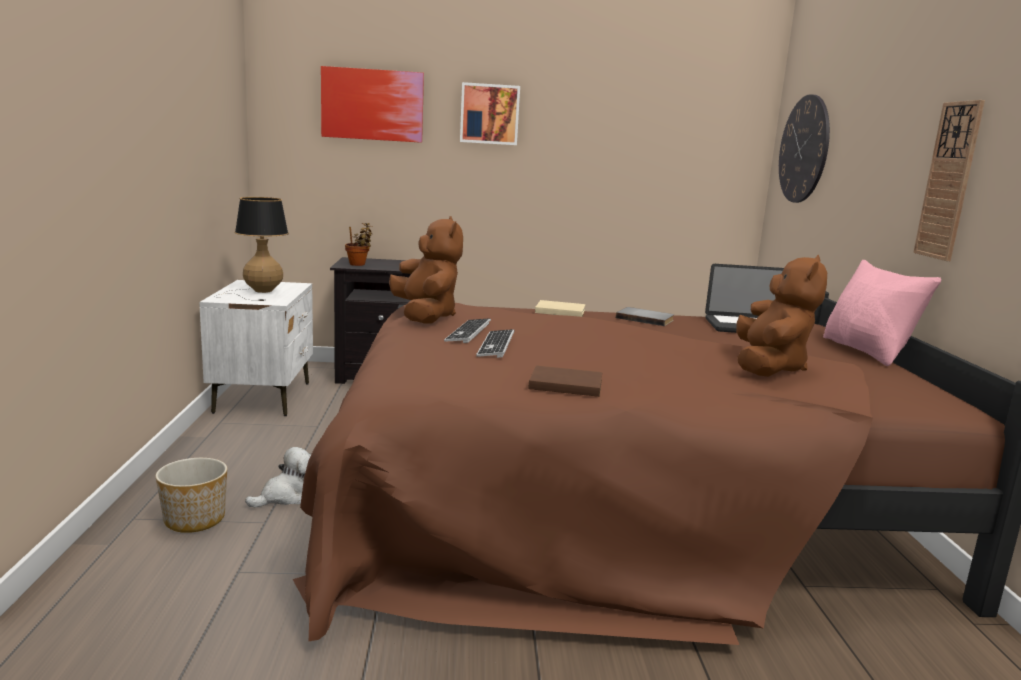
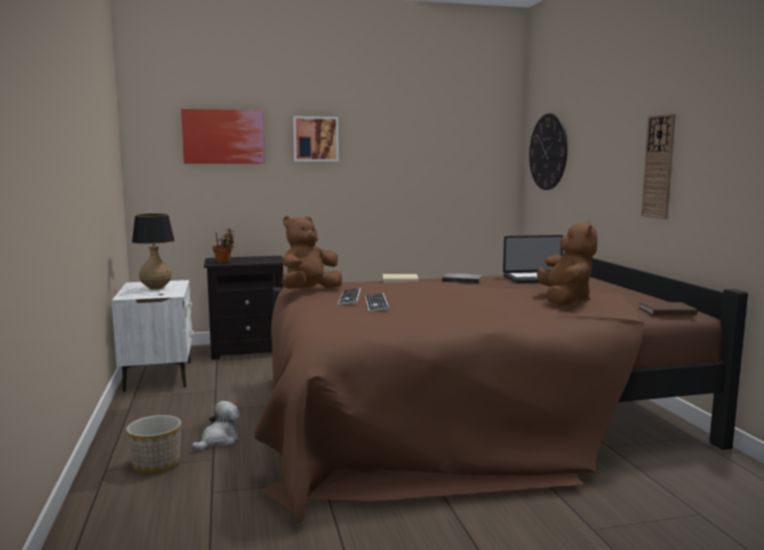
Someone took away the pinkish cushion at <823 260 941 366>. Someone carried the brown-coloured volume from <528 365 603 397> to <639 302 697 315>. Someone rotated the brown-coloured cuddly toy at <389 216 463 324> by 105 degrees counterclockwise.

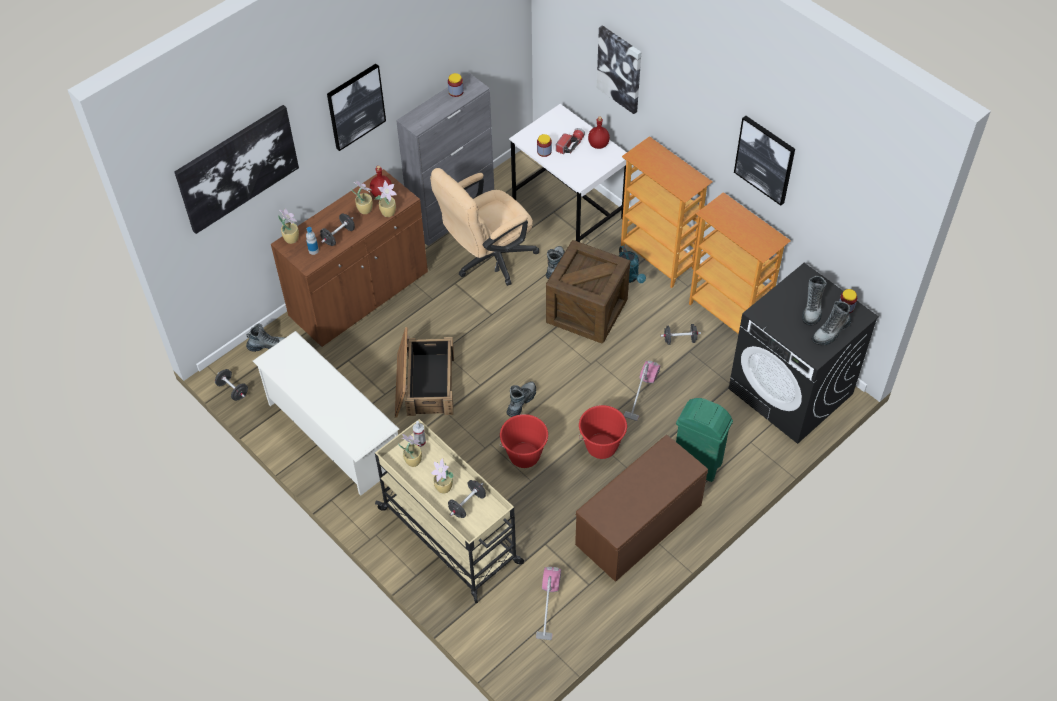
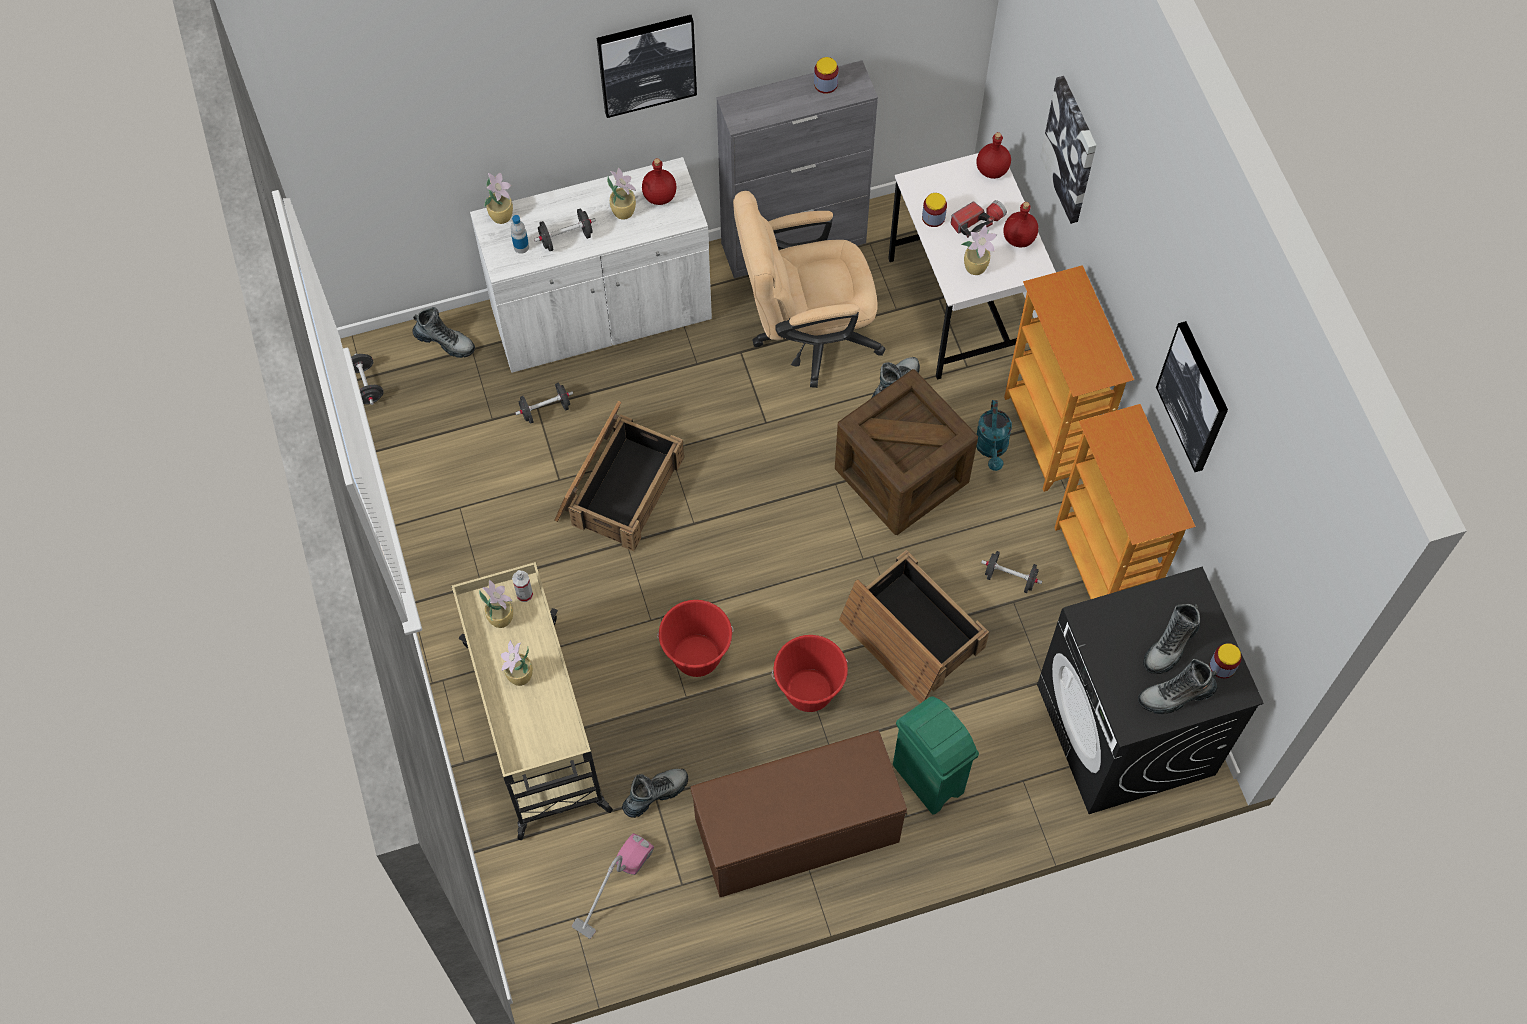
Someone took away the wall picture at <174 105 299 234>. Someone took away the whitish shoe stand at <253 331 399 496>. Someone put down the red-coloured beverage bottle at <976 132 1011 179>. Someone carried the houseplant from <375 181 397 217> to <961 225 997 275>. Someone carried the blackish free weight from <448 480 486 518> to <515 383 573 424>. Someone carried the tall boot from <506 382 536 417> to <622 769 688 818>. Someone swapped the vacuum at <624 361 660 421> for the crate at <839 550 989 703>. Someone repainted the brown-coloured cabinet at <271 169 428 347>, which became the whitish cabinet at <470 157 712 373>.

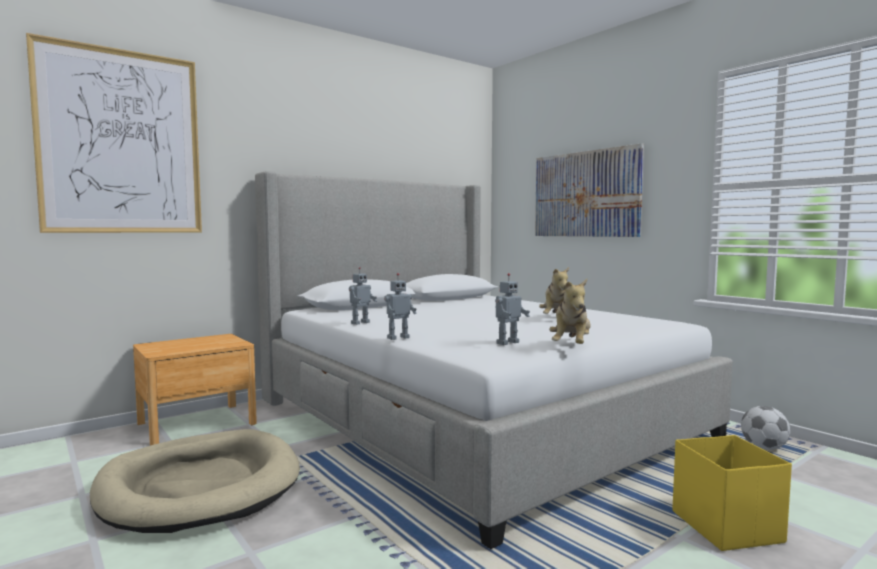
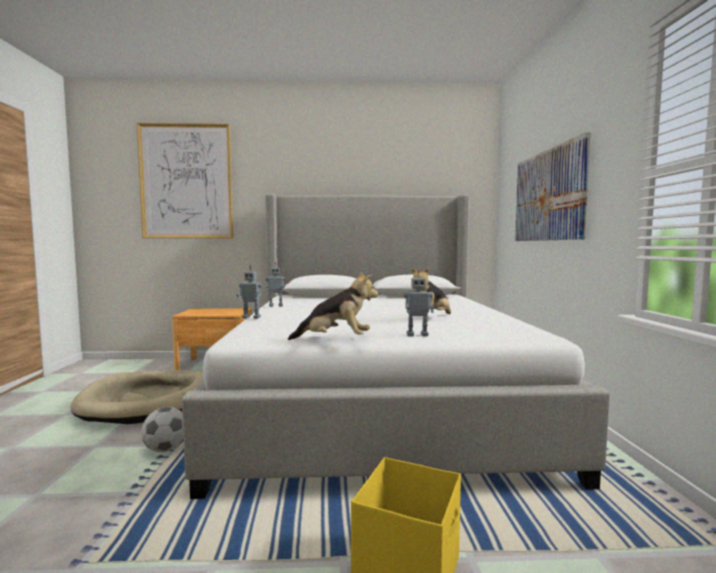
Someone carried the model robot from <495 273 530 345> to <404 270 434 336>. Someone carried the ball for football from <741 406 790 450> to <141 407 184 452>. Someone rotated the cuddly toy at <549 279 591 344> by 135 degrees counterclockwise.

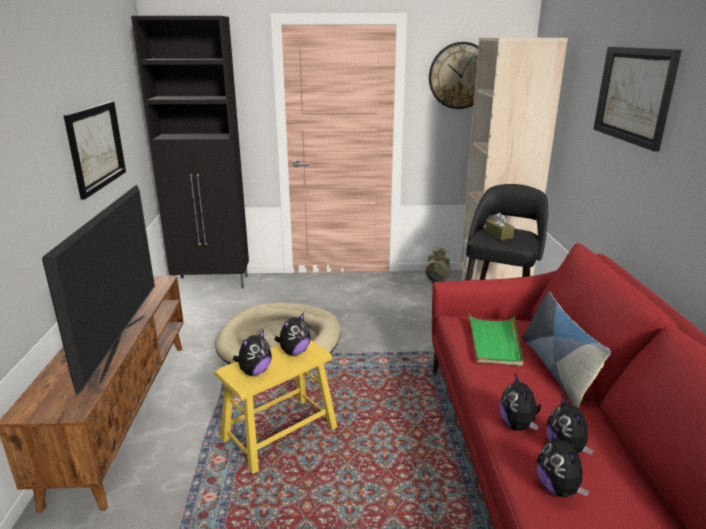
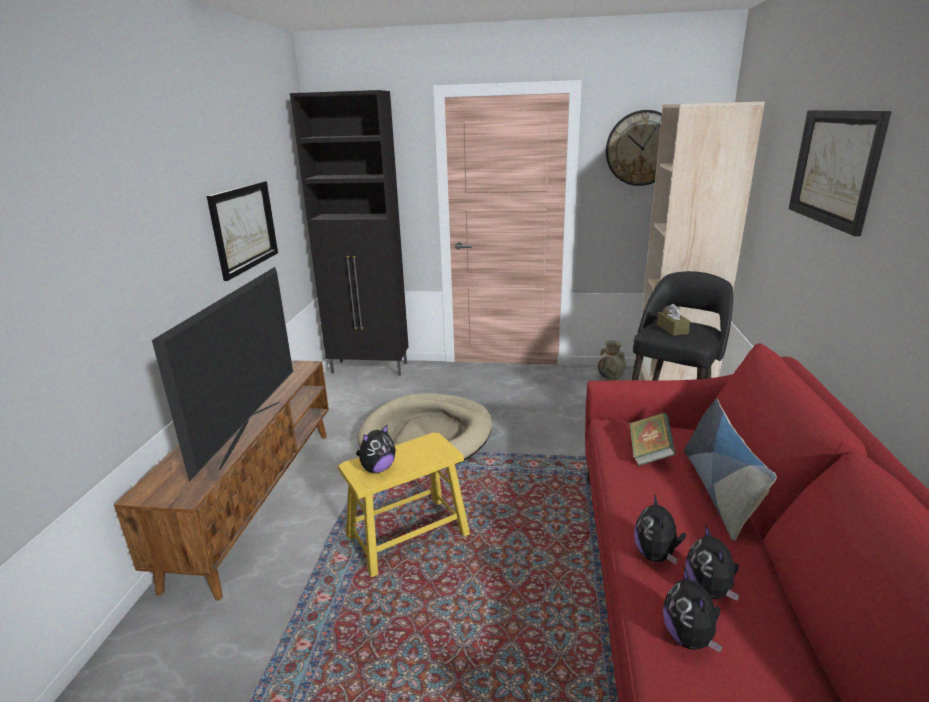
Someone took away the cuddly toy at <274 313 311 355>. Someone swapped the green-coloured serving tray at <469 314 523 366> for the volume at <629 413 676 466>.

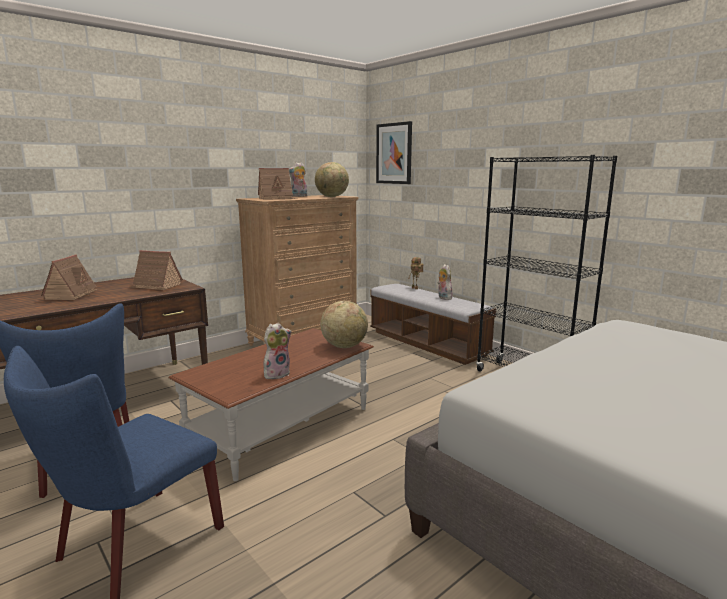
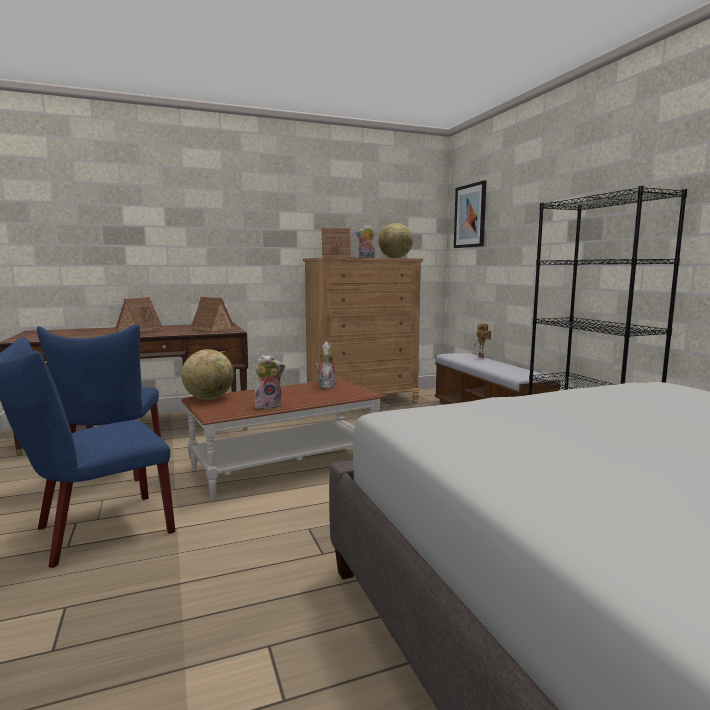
Someone carried the globe from <320 301 368 348> to <181 349 234 400>. Someone carried the cuddly toy from <438 264 453 300> to <315 341 336 389>.

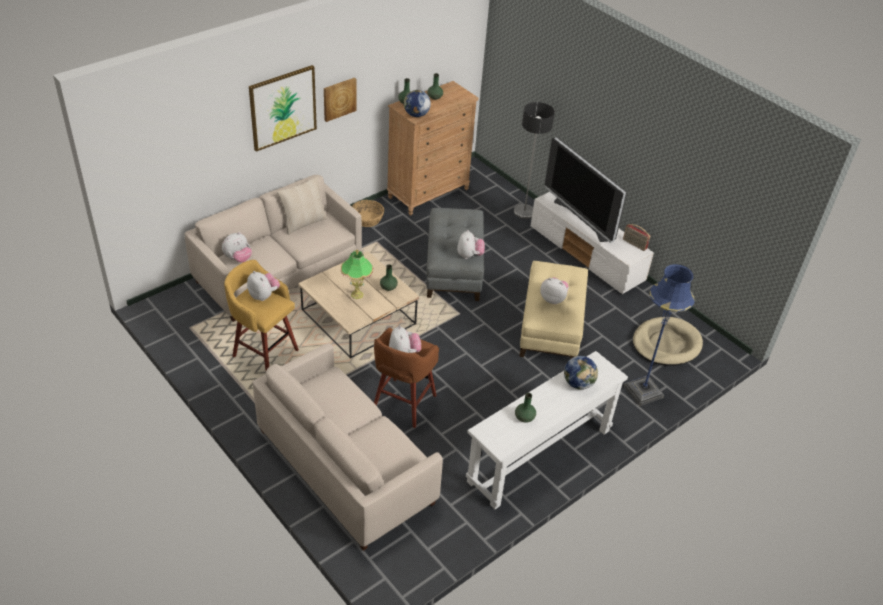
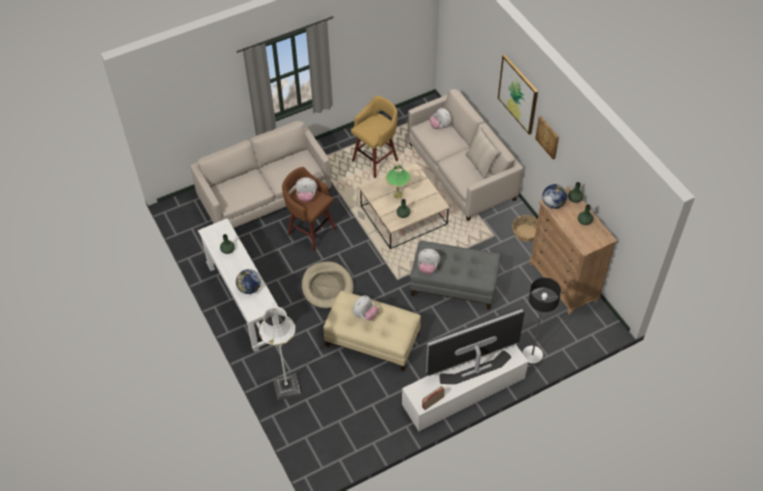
Someone took away the cuddly toy at <247 271 280 301>. Someone carried the beige-coloured dog bed from <633 317 703 366> to <302 262 354 309>. Someone repainted the bluish standard lamp at <624 264 695 406>, which became the whitish standard lamp at <259 307 301 400>.

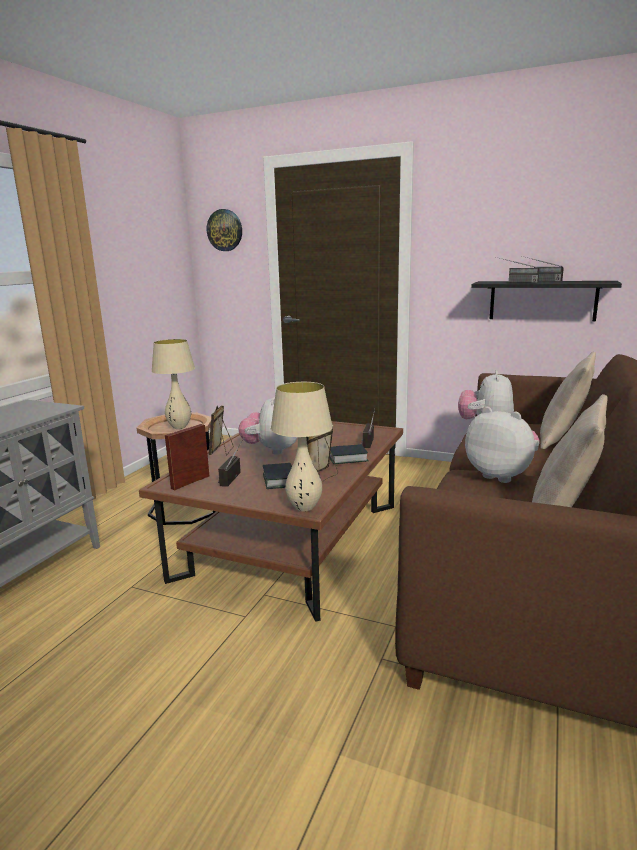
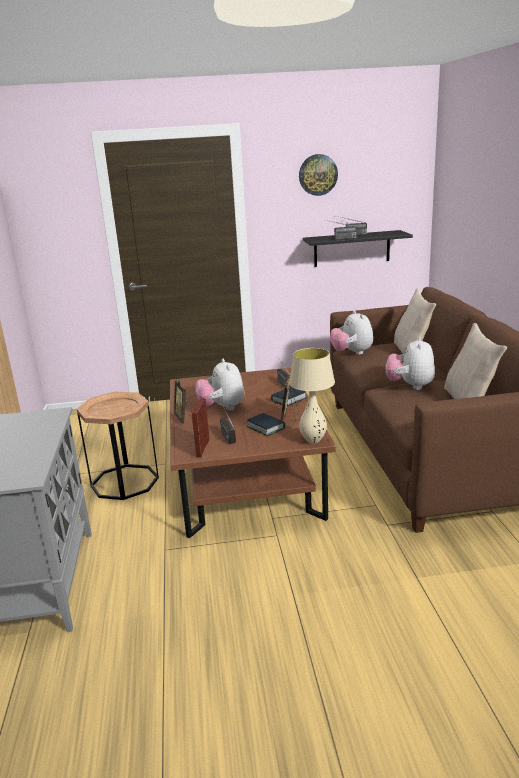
Someone took away the beige-coloured table lamp at <151 339 195 429>. Someone carried the wall clock from <207 209 242 251> to <299 154 338 196>. Someone rotated the cuddly toy at <465 406 540 483> by 90 degrees counterclockwise.

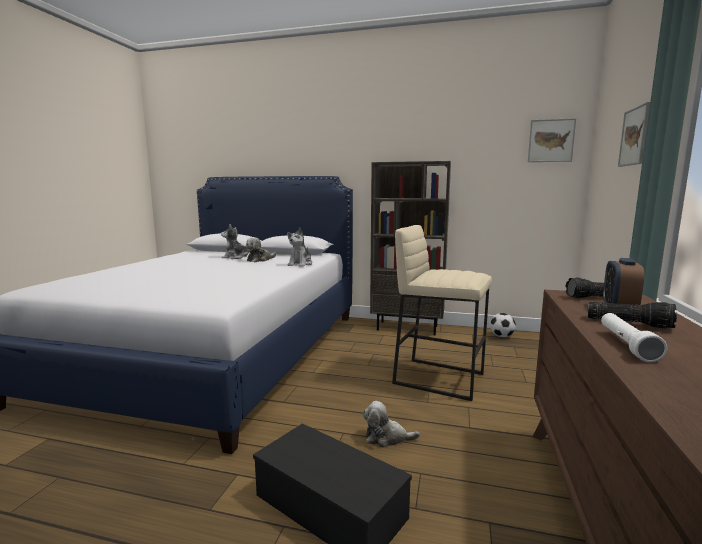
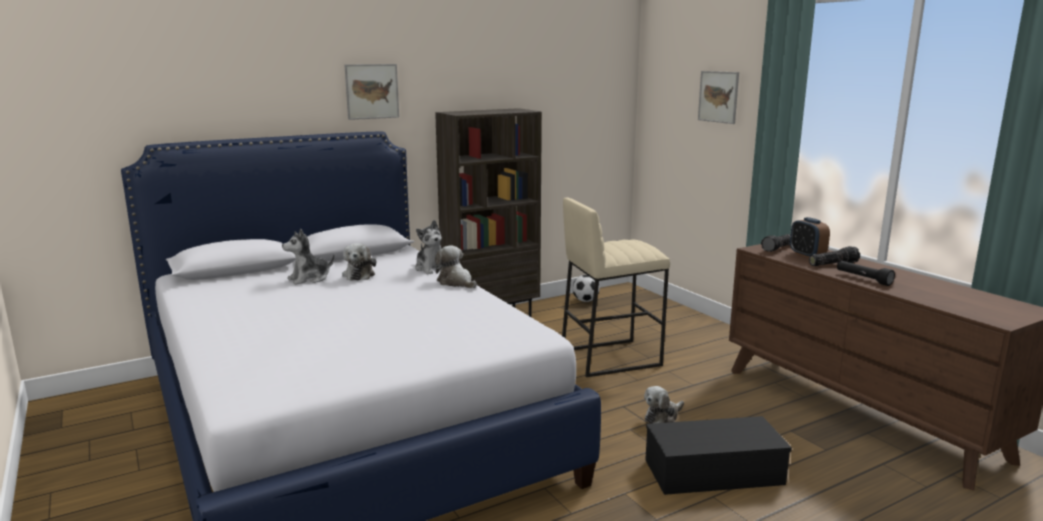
Someone put down the cuddly toy at <435 245 477 288>. Someone carried the wall picture from <528 118 576 162> to <345 64 399 120>. Someone repainted the whitish flashlight at <601 313 667 362>, which became the blackish flashlight at <837 261 895 286>.

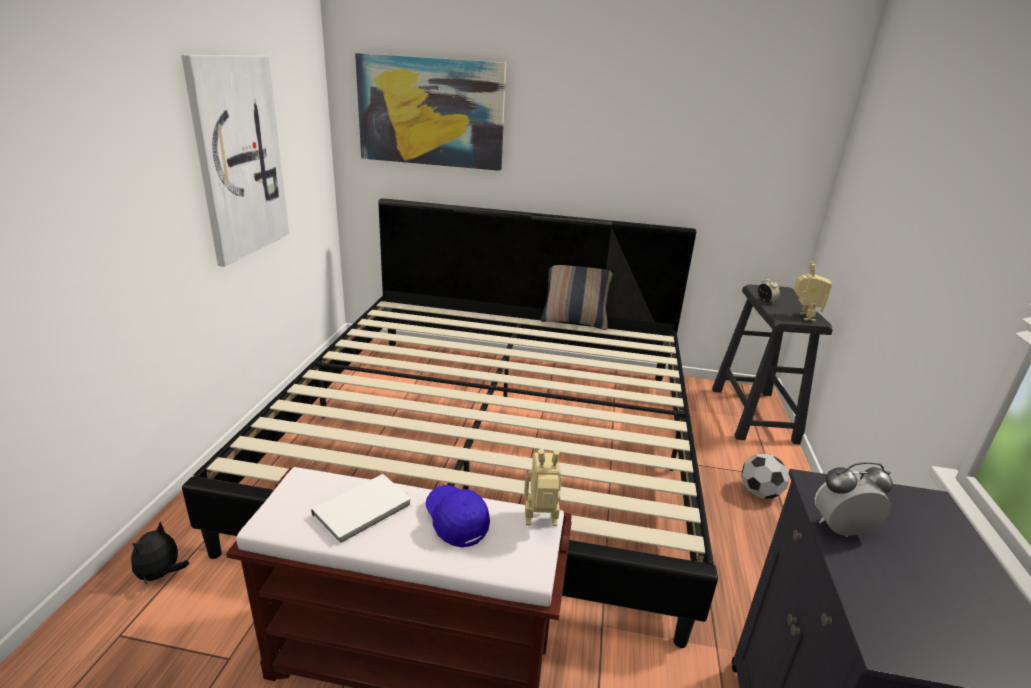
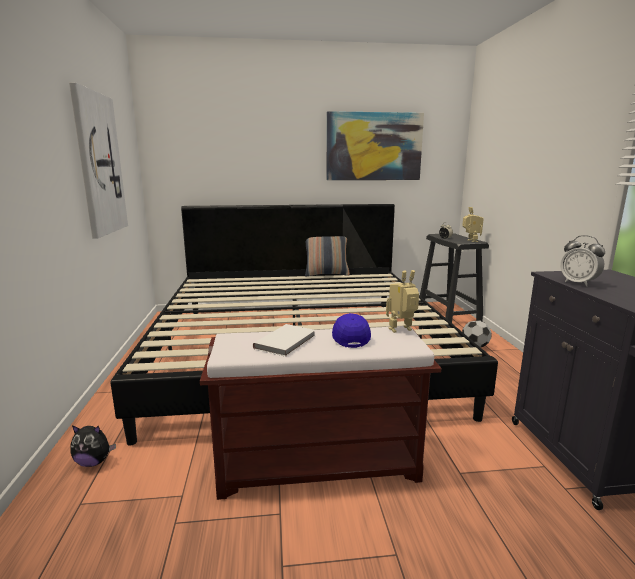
Someone carried the wall picture from <355 53 506 171> to <326 111 424 180>. Someone rotated the cuddly toy at <131 521 189 585> by 90 degrees counterclockwise. Someone rotated the bluish cap at <425 485 490 548> by 45 degrees clockwise. Someone rotated the bedside clock at <815 462 893 537> by 105 degrees counterclockwise.

